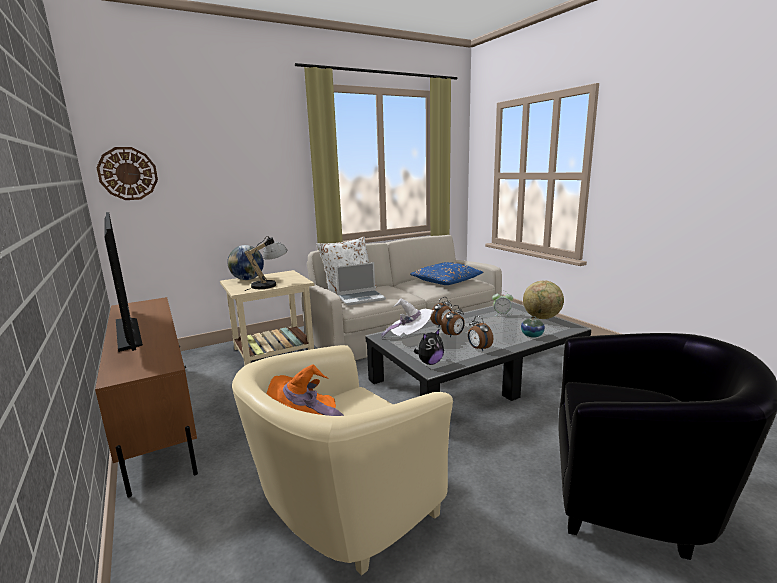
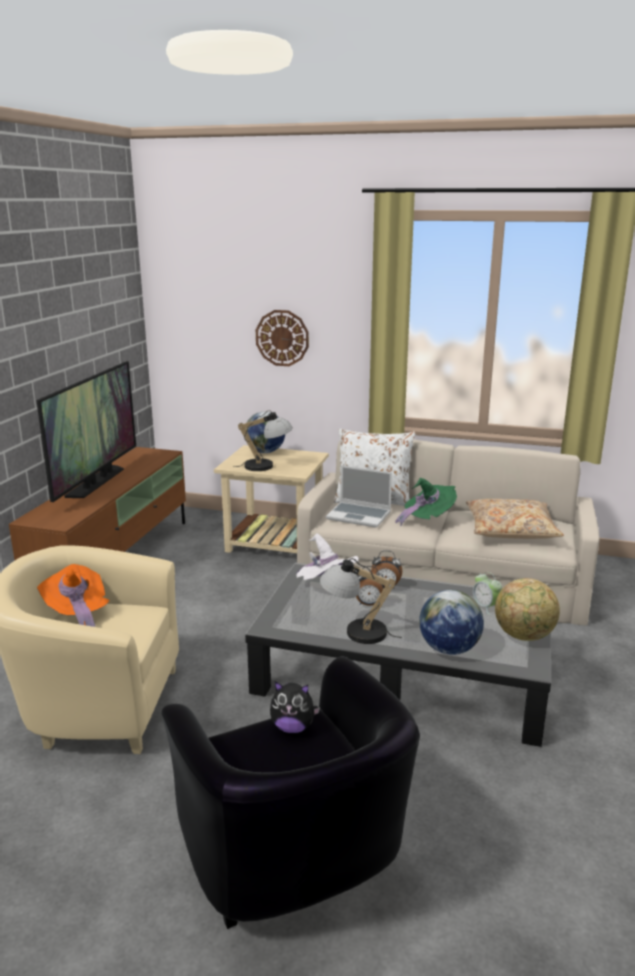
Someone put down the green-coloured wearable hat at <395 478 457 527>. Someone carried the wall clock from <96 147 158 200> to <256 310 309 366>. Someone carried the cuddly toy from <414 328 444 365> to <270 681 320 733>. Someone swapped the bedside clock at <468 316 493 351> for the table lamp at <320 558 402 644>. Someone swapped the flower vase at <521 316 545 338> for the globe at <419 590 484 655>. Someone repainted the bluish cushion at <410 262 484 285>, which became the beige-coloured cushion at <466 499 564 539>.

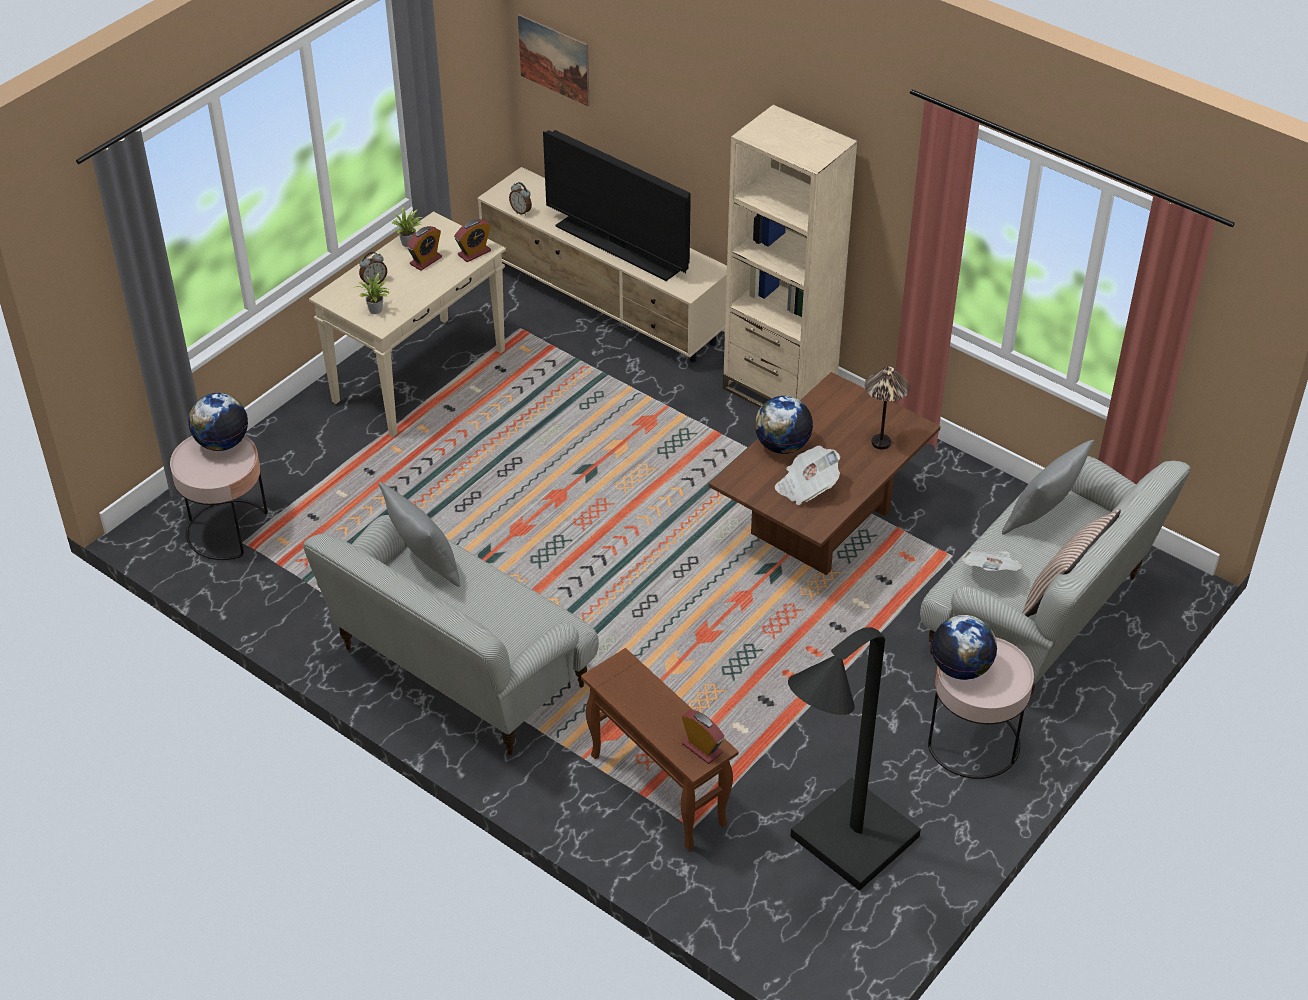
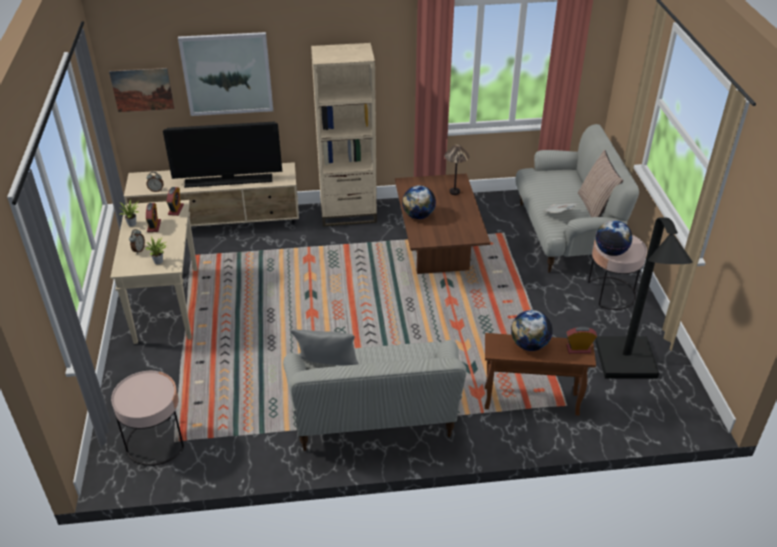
Someone took away the daily paper at <775 446 841 505>. Someone took away the grey cushion at <1002 440 1094 535>. Someone put up the wall picture at <178 32 273 116>. Someone carried the globe from <189 393 248 451> to <511 310 553 351>.

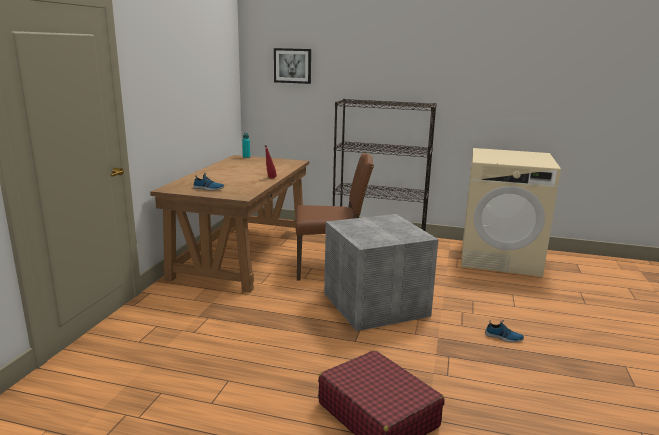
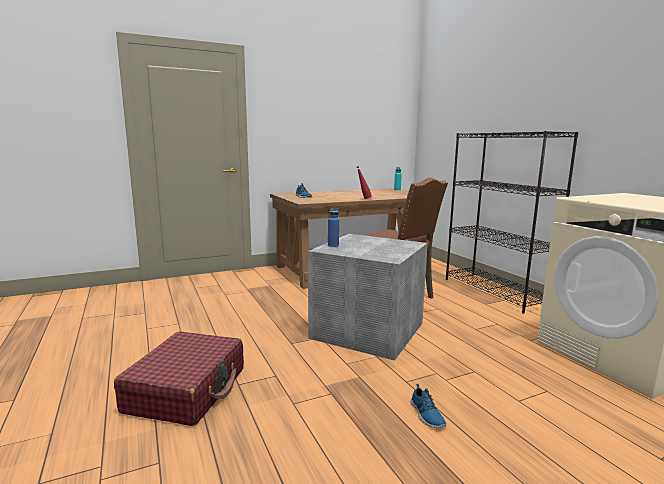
Someone took away the wall picture at <274 48 311 84>. Someone put down the bluish beverage bottle at <328 208 339 247>.

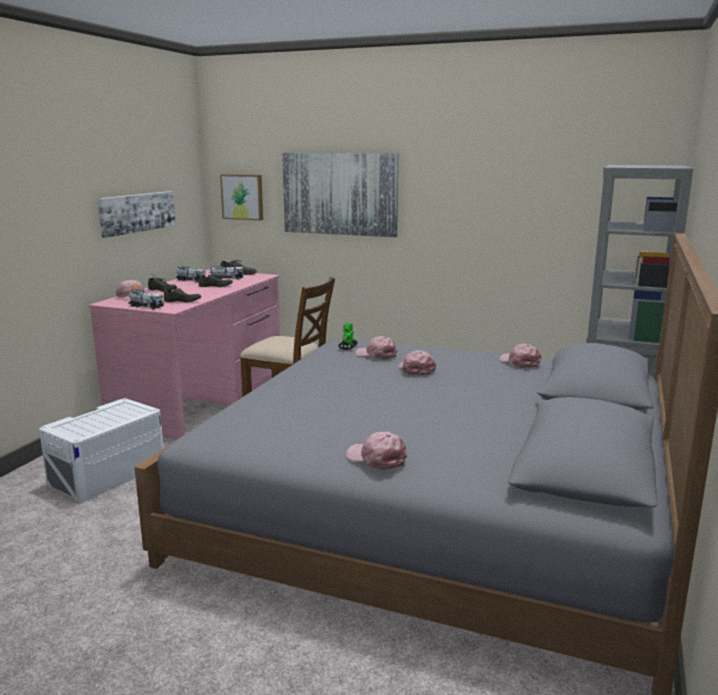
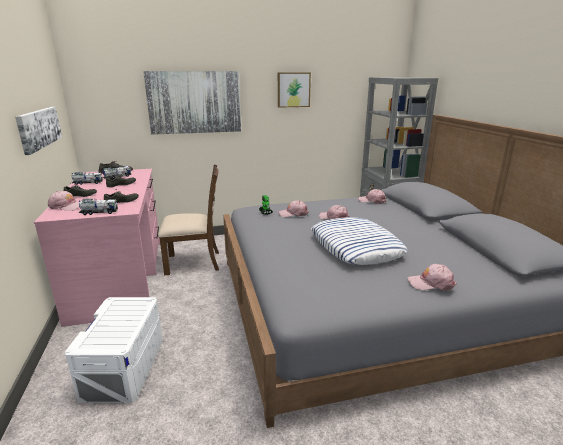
Someone put down the cushion at <311 217 408 265>. Someone carried the wall picture from <220 174 263 220> to <278 72 311 108>.

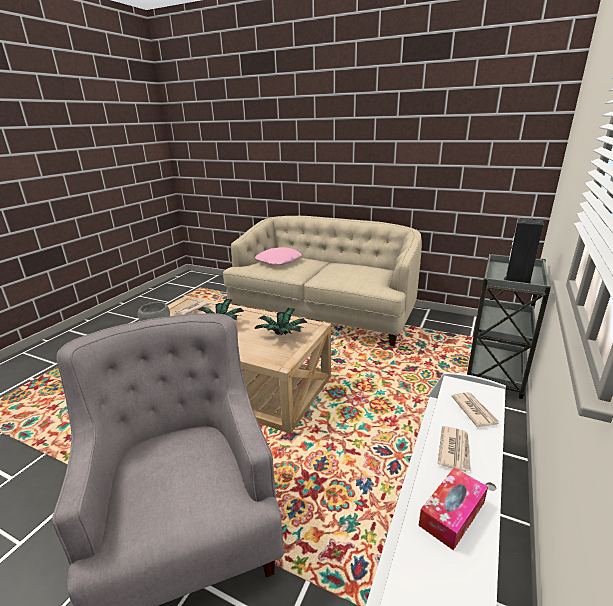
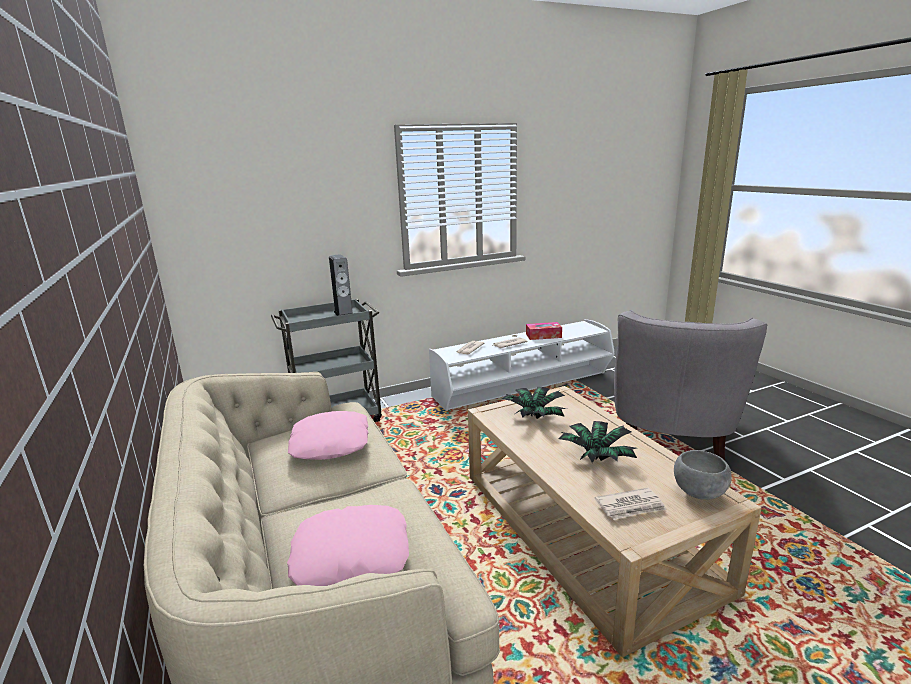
Someone put down the pinkish cushion at <288 411 369 460>.

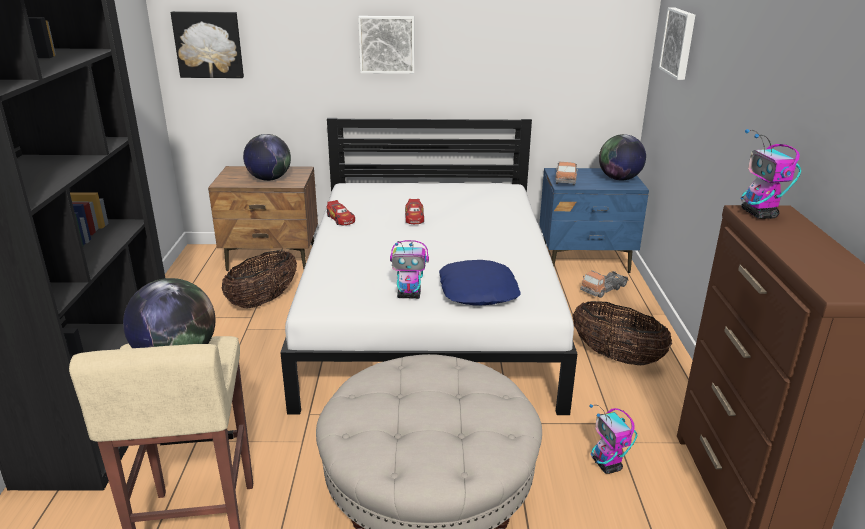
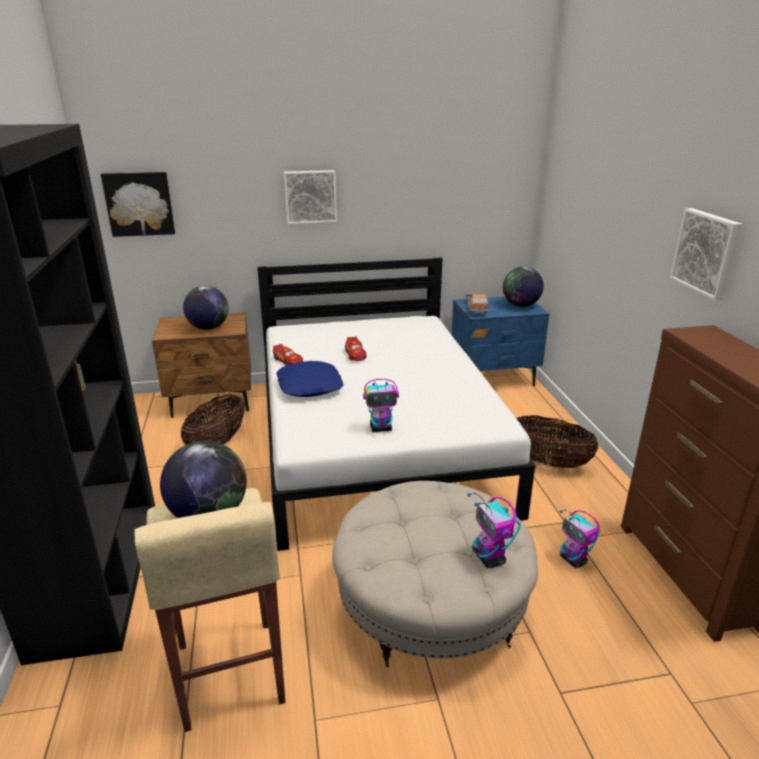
Someone took away the model truck at <580 270 629 298>. Someone carried the bluish cushion from <439 260 521 306> to <276 361 344 397>. Someone carried the wall picture from <659 7 695 80> to <670 208 742 300>. Someone carried the model robot from <741 129 801 219> to <467 493 521 568>.

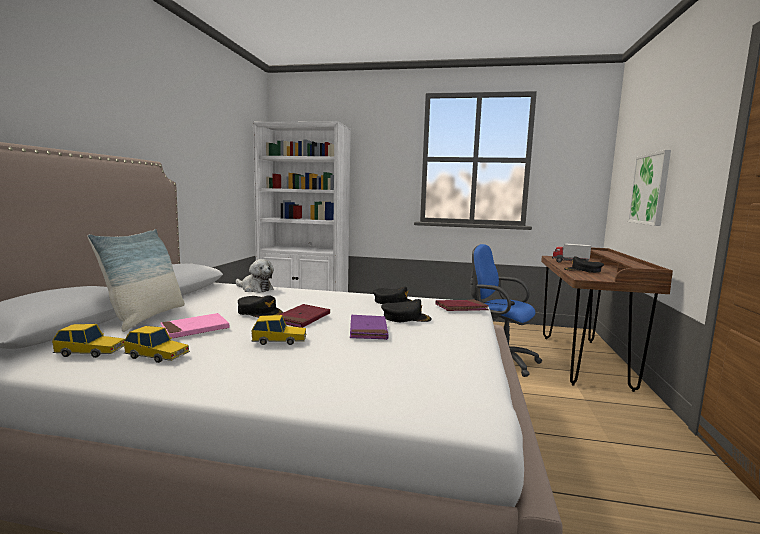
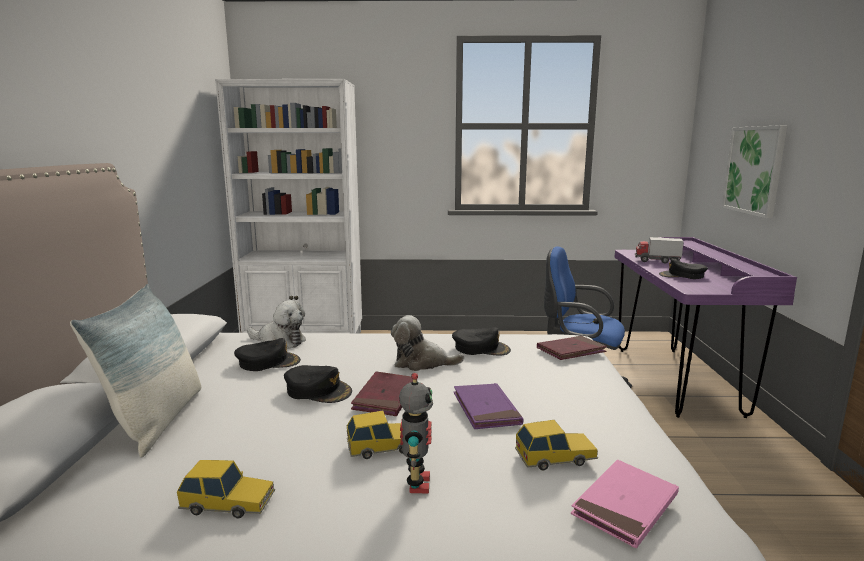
Someone put down the cuddly toy at <391 315 464 371>. Someone put down the model robot at <399 373 433 493>. Someone carried the model car from <52 324 125 358> to <515 420 598 471>. Someone carried the pinkish volume from <160 313 229 339> to <571 460 679 548>. Someone carried the blackish cap from <381 299 432 322> to <234 338 301 371>. Someone repainted the brown-coloured desk table at <541 247 673 392>, which became the purplish desk table at <614 237 797 418>.

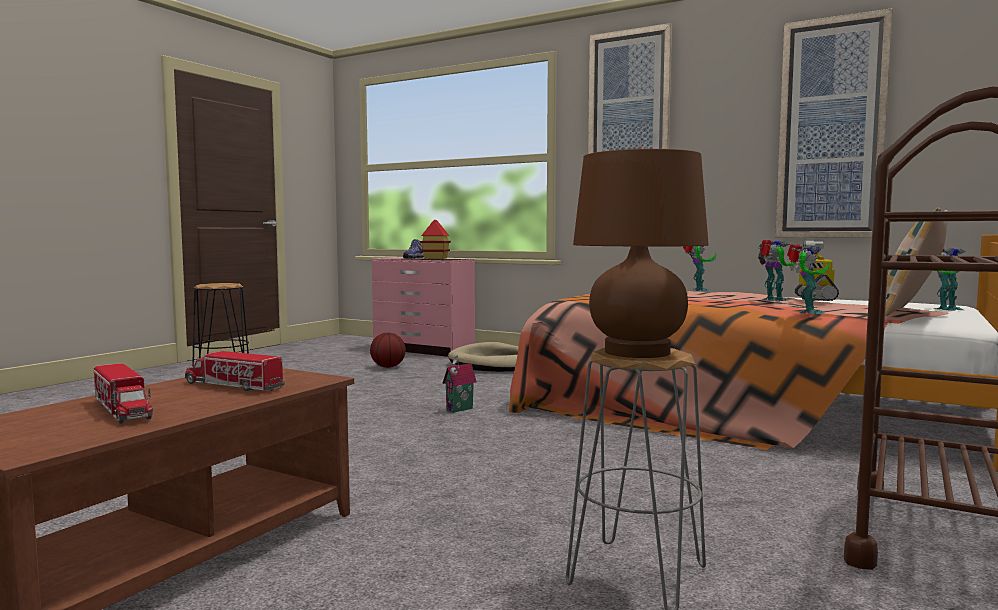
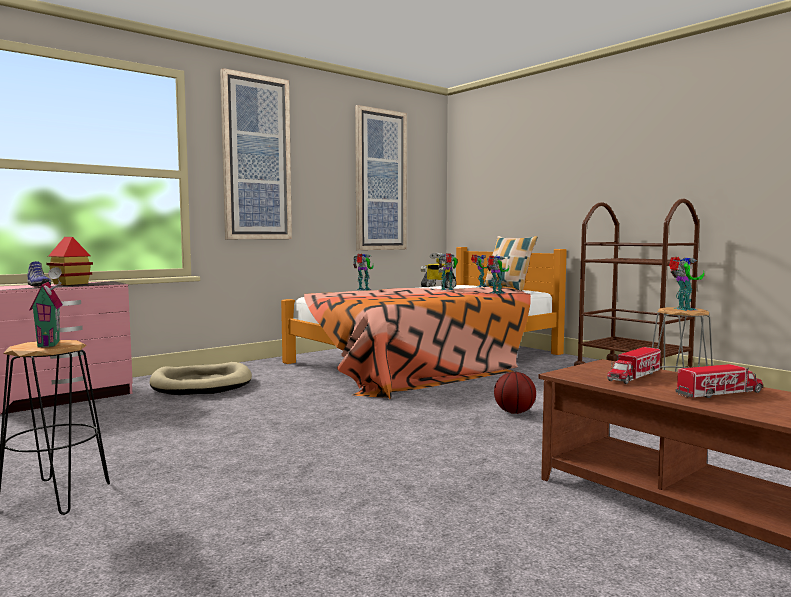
Someone carried the basketball ball from <370 333 406 368> to <494 372 536 414>. Someone carried the toy house from <442 356 477 413> to <29 267 63 347>. Someone swapped the brown-coloured table lamp at <573 147 709 358> for the model robot at <669 257 705 311>.

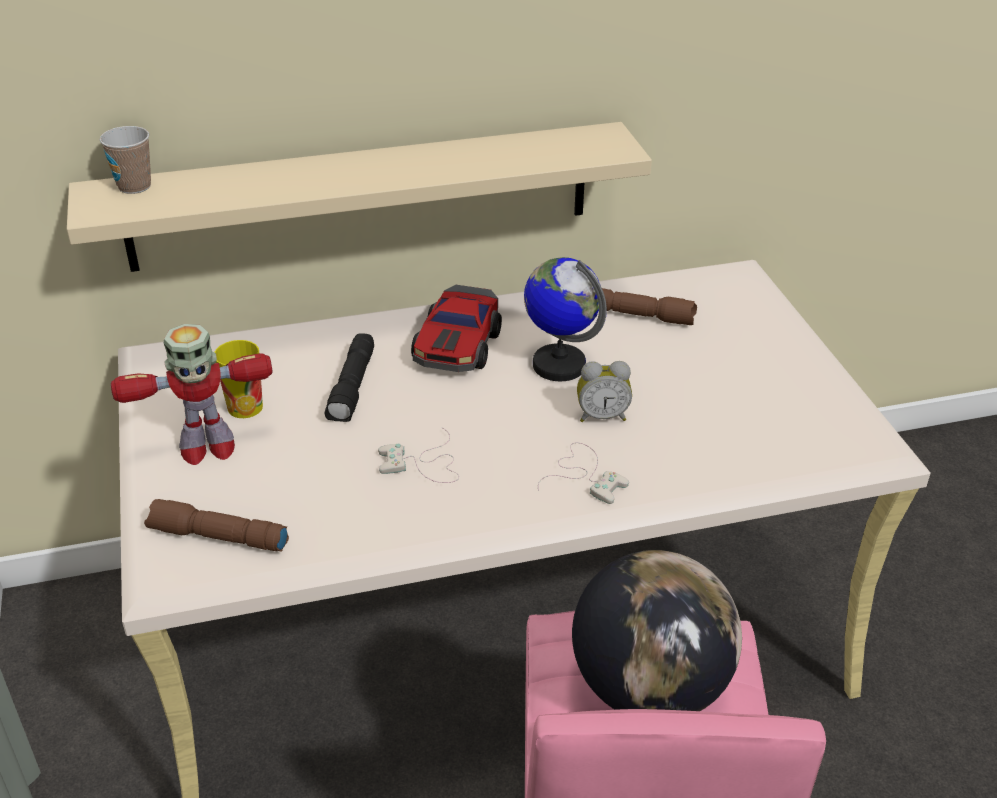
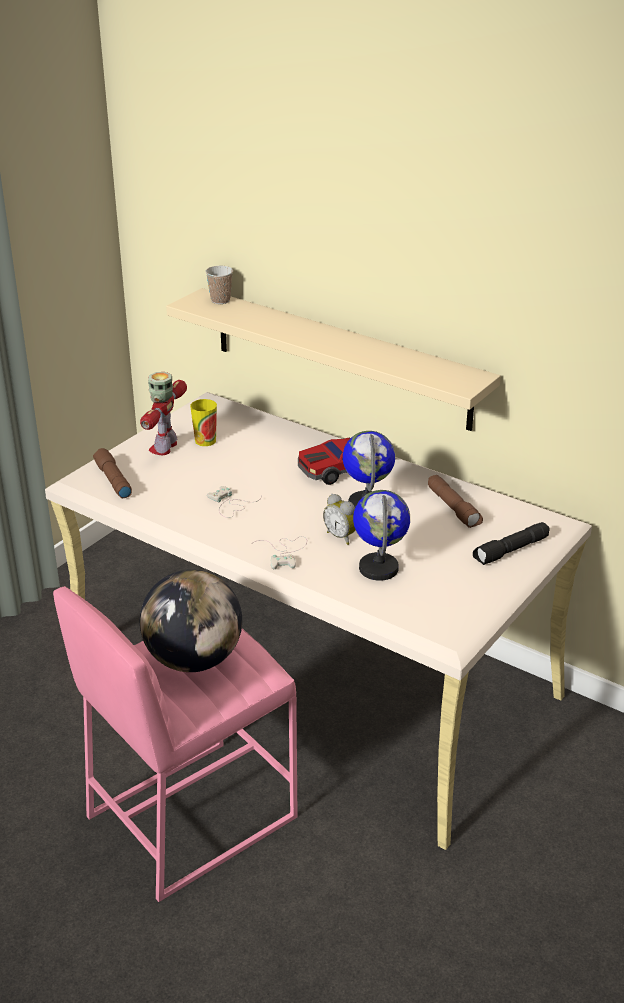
Someone put down the globe at <353 490 410 581>. Someone carried the blackish flashlight from <325 333 374 422> to <473 522 550 565>. Someone rotated the model robot at <111 324 273 465> by 75 degrees clockwise.

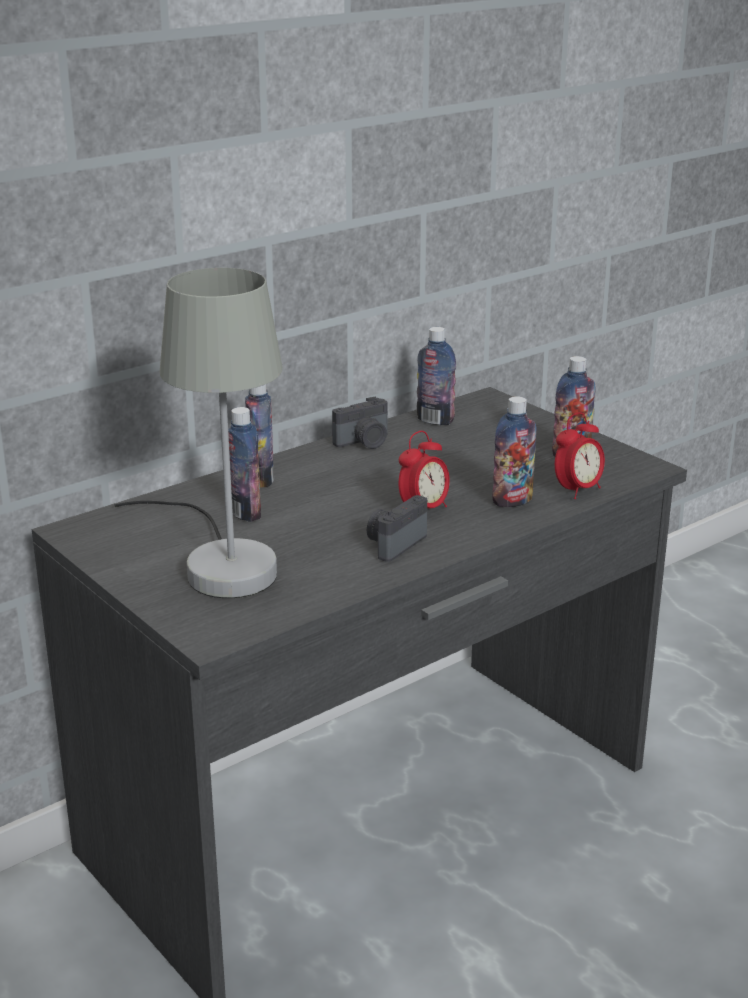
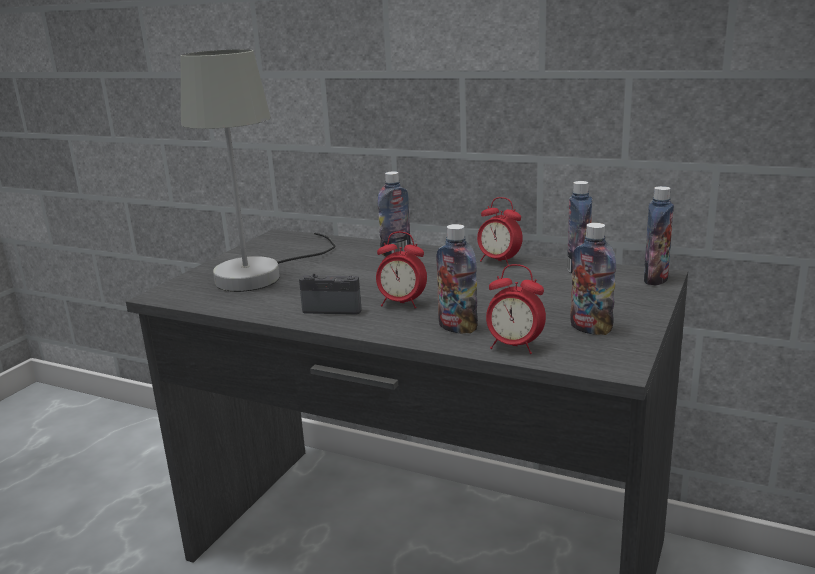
Someone carried the beverage bottle from <228 407 261 522> to <644 186 674 286>. Someone swapped the still camera at <332 397 388 449> for the bedside clock at <477 197 523 266>.

